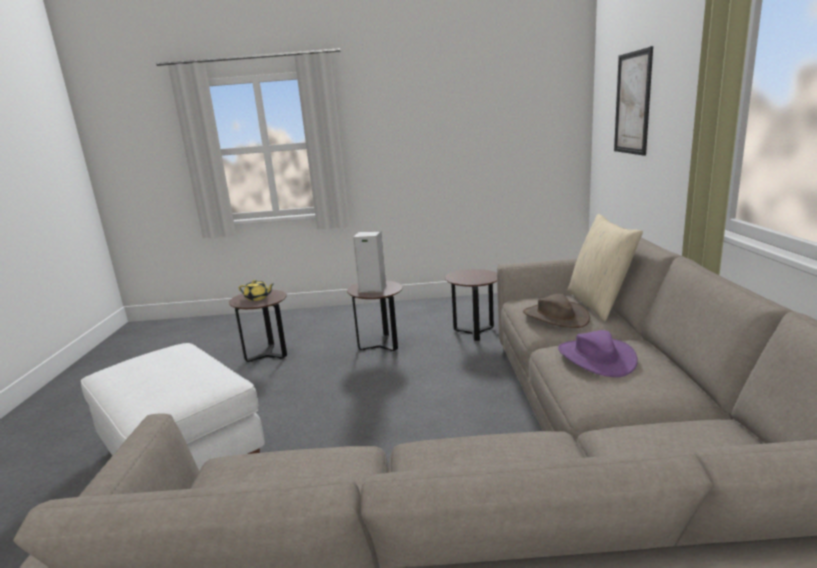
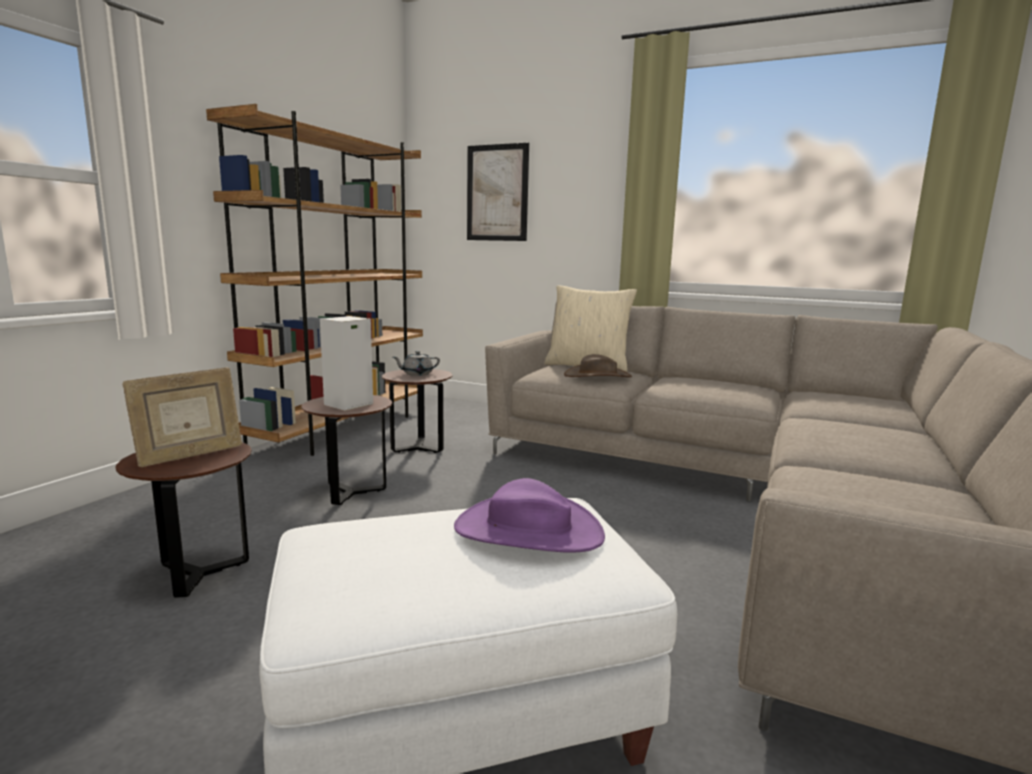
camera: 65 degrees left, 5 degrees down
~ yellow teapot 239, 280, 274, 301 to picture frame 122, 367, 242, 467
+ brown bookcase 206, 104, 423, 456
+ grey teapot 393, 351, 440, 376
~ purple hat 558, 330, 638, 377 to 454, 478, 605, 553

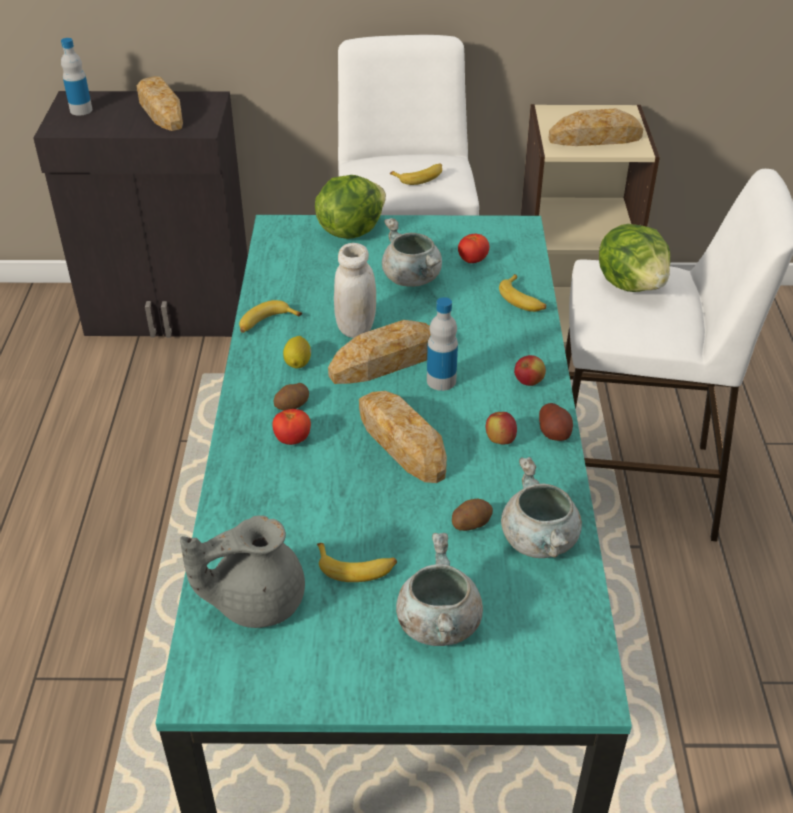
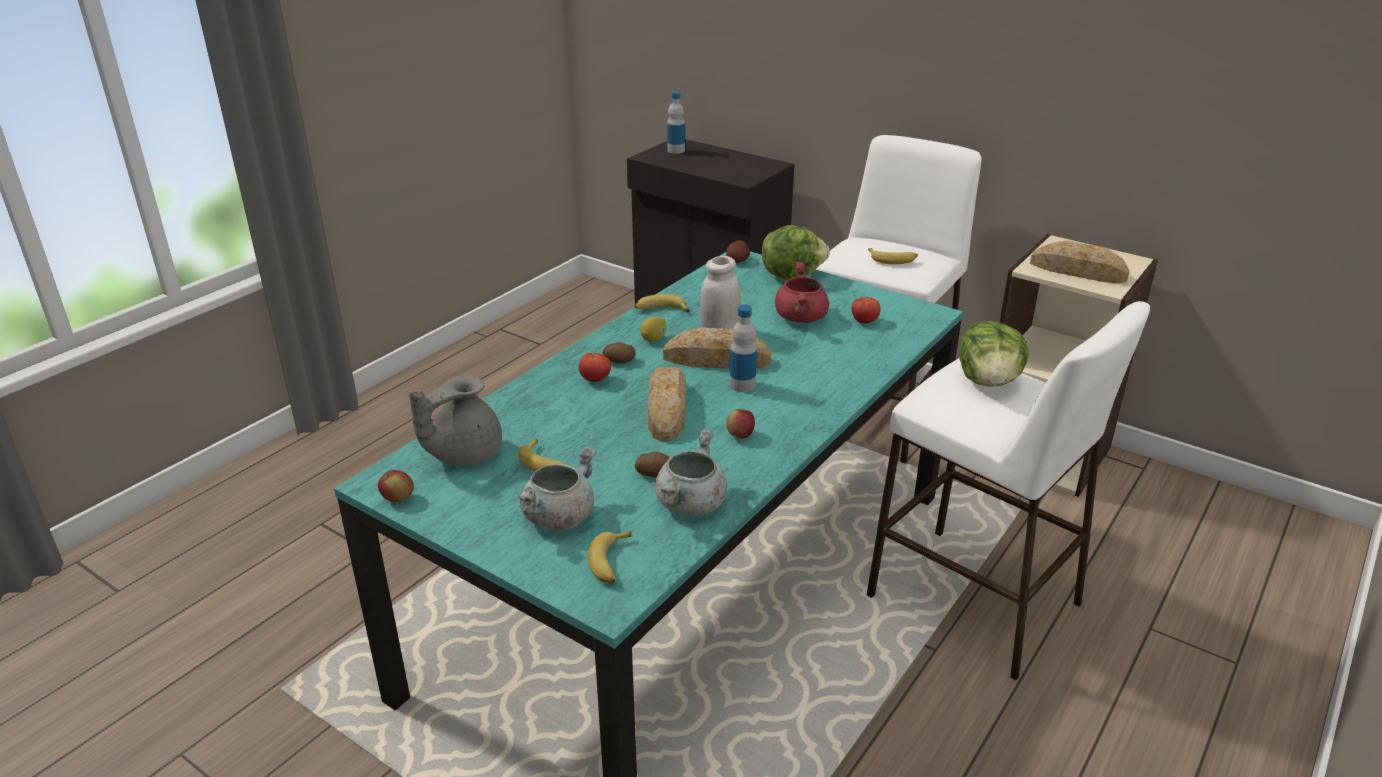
camera: 35 degrees right, 10 degrees down
~ apple 514, 355, 546, 386 to 378, 470, 413, 502
~ grey teapot 180, 515, 305, 628 = 409, 376, 502, 466 60 degrees counterclockwise
~ banana 499, 274, 546, 312 to 588, 531, 631, 584
~ potato 539, 403, 573, 441 to 726, 240, 750, 263
~ grey cooking pot 382, 218, 442, 287 to red cooking pot 775, 262, 829, 323
- bread 137, 76, 183, 131

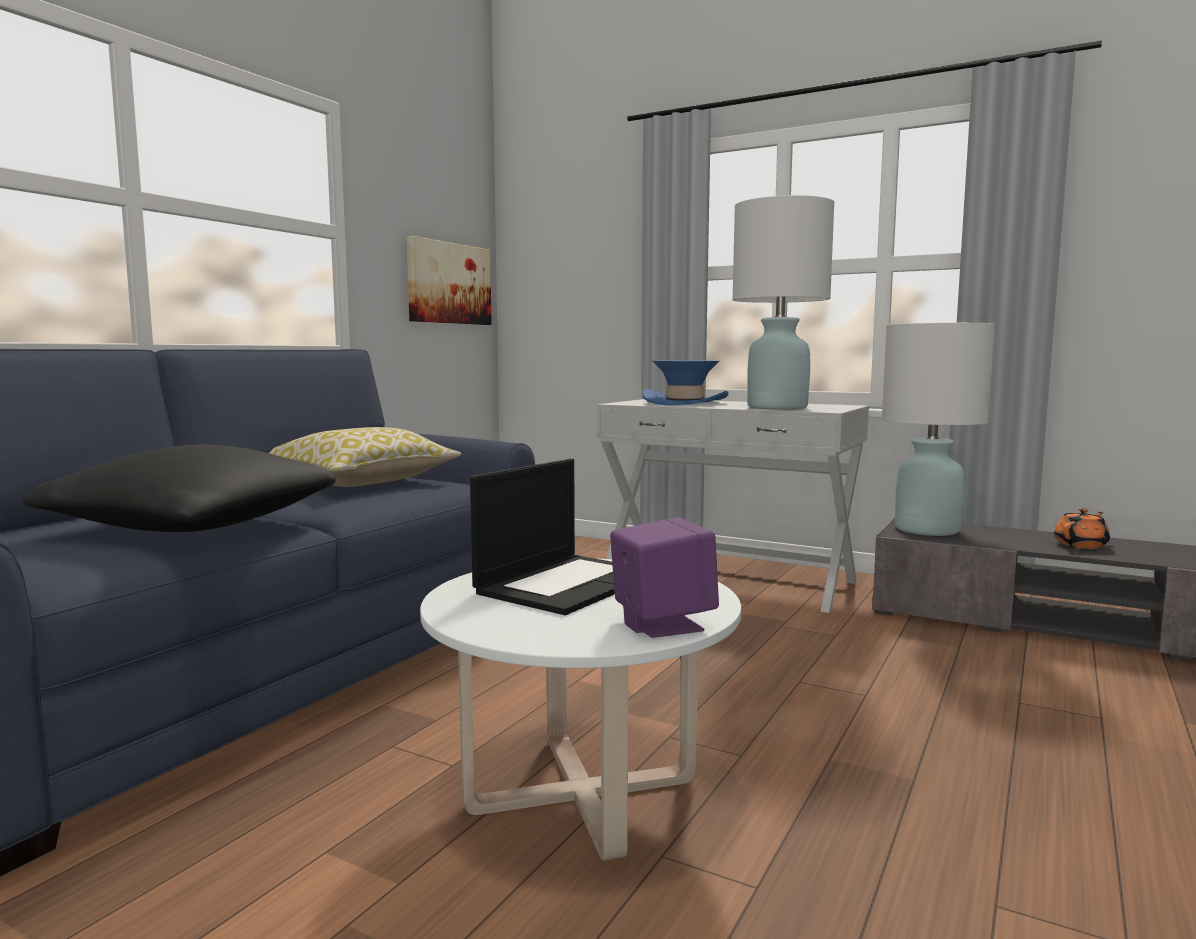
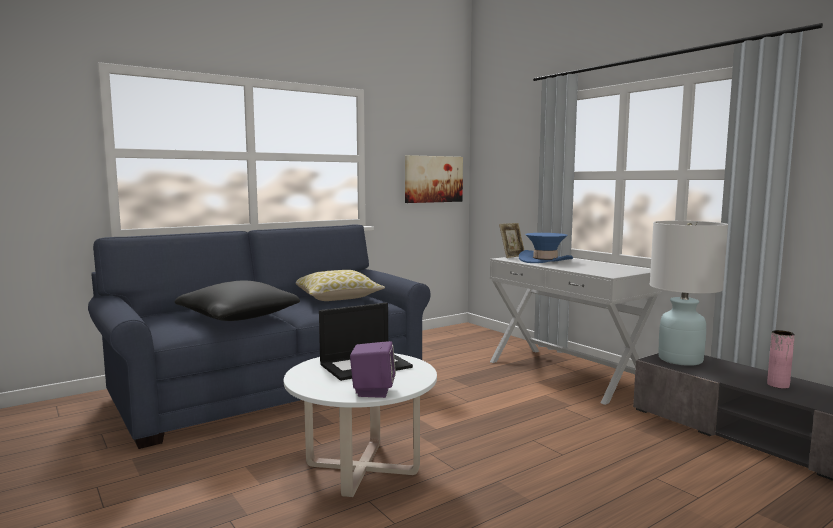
camera: 25 degrees right, 0 degrees up
+ picture frame 499, 223, 524, 258
~ orange teapot 1054, 508, 1110, 549 to pink vase 767, 330, 795, 389
- white table lamp 732, 195, 835, 410

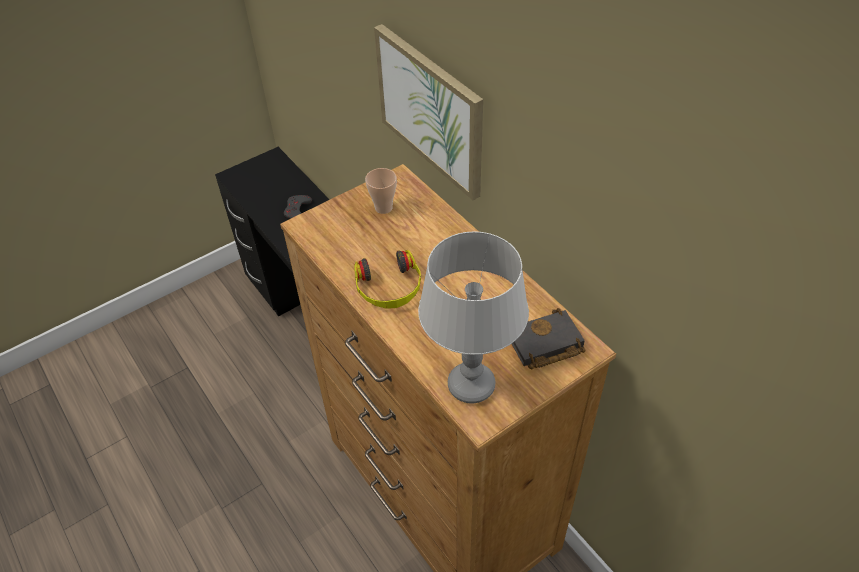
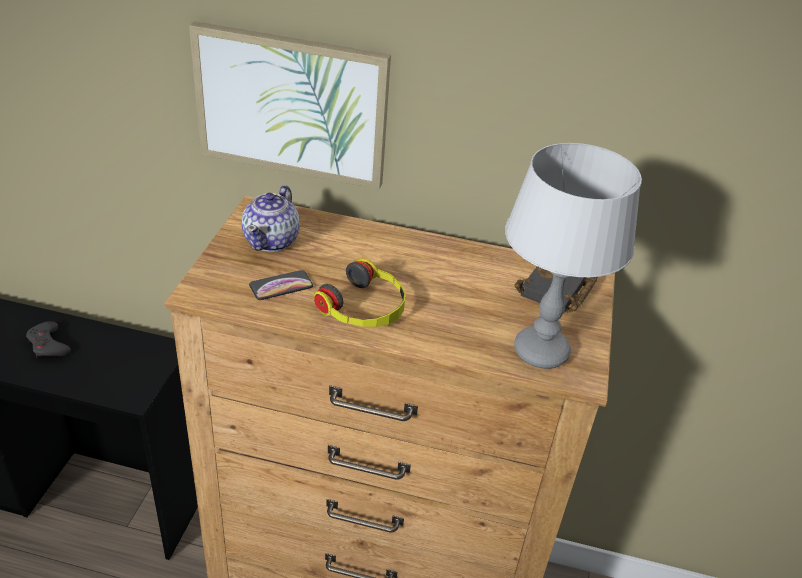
camera: 45 degrees left, 10 degrees down
~ cup 365, 168, 397, 214 to teapot 242, 185, 300, 252
+ phone 249, 270, 313, 300

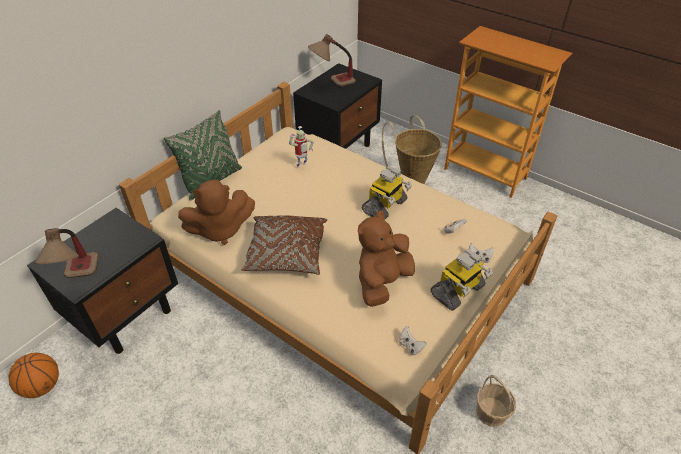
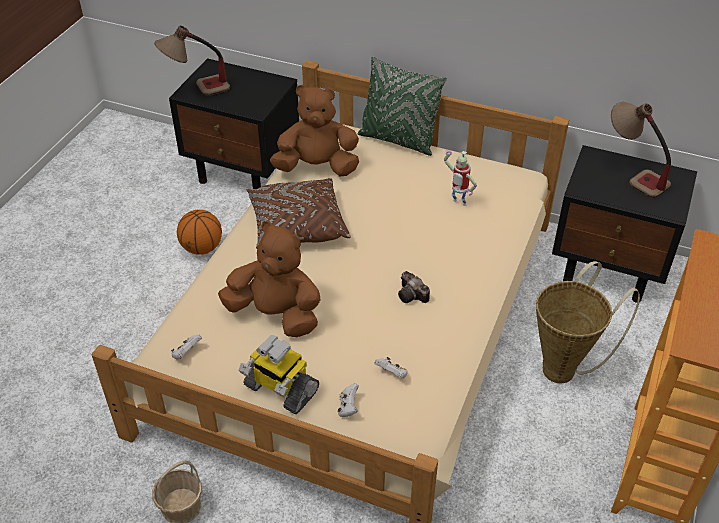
camera: 75 degrees right, 0 degrees up
~ basketball 8, 353, 59, 398 to 177, 210, 222, 255
~ brown plush toy 178, 180, 255, 245 = 270, 85, 359, 177 120 degrees clockwise
~ toy robot 362, 166, 412, 220 to photo camera 398, 271, 430, 303

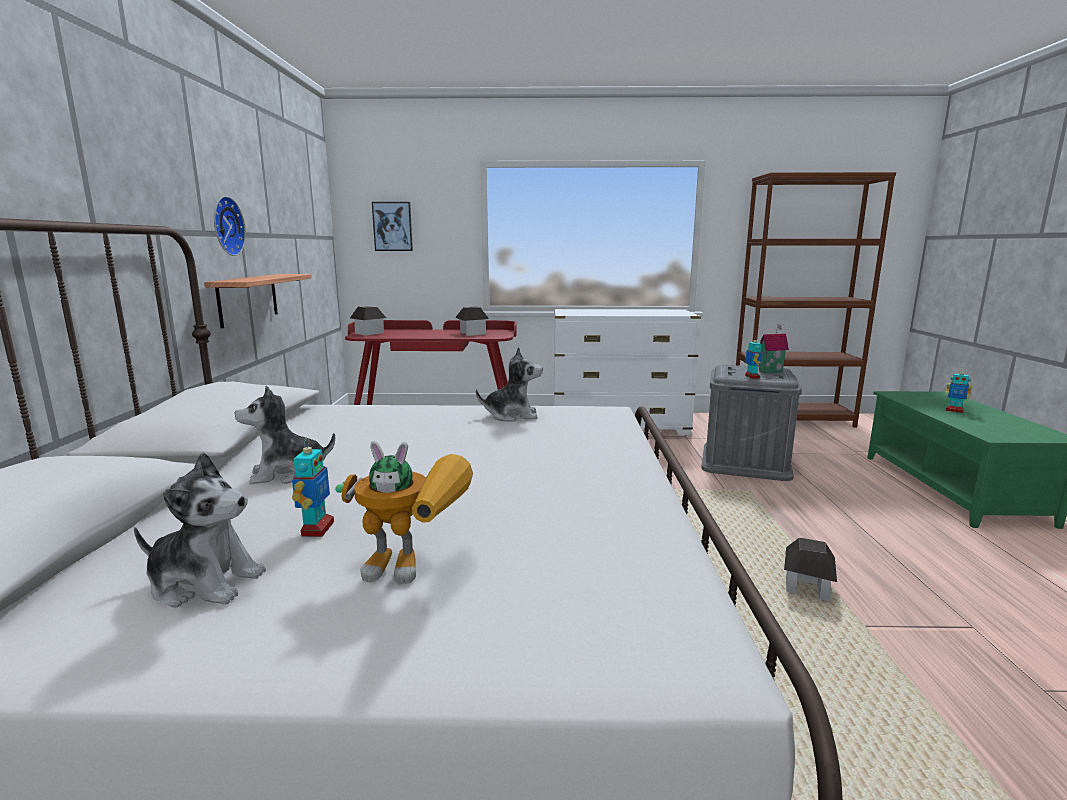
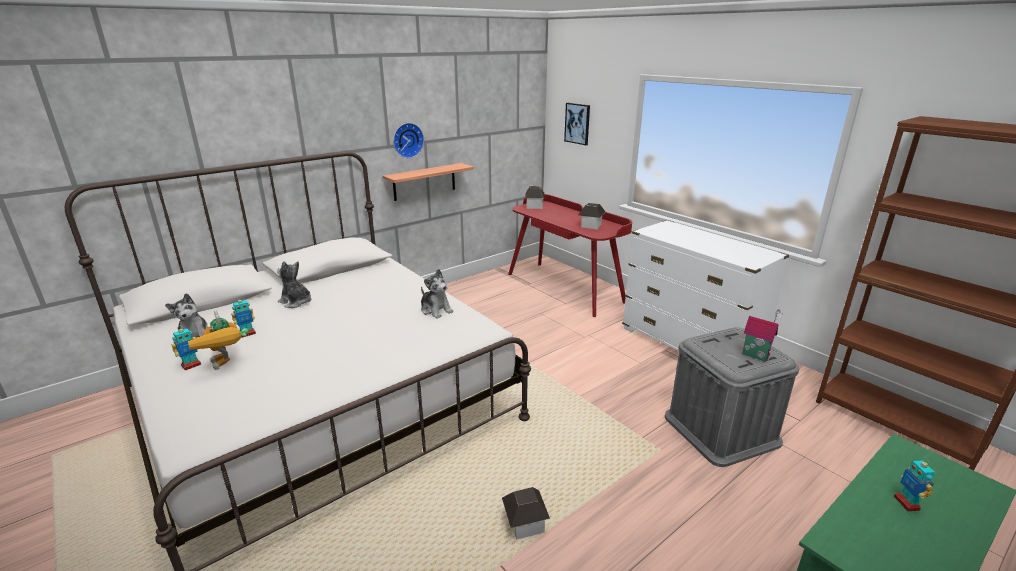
camera: 50 degrees right, 10 degrees up
~ toy robot 745, 337, 762, 379 to 172, 325, 201, 371

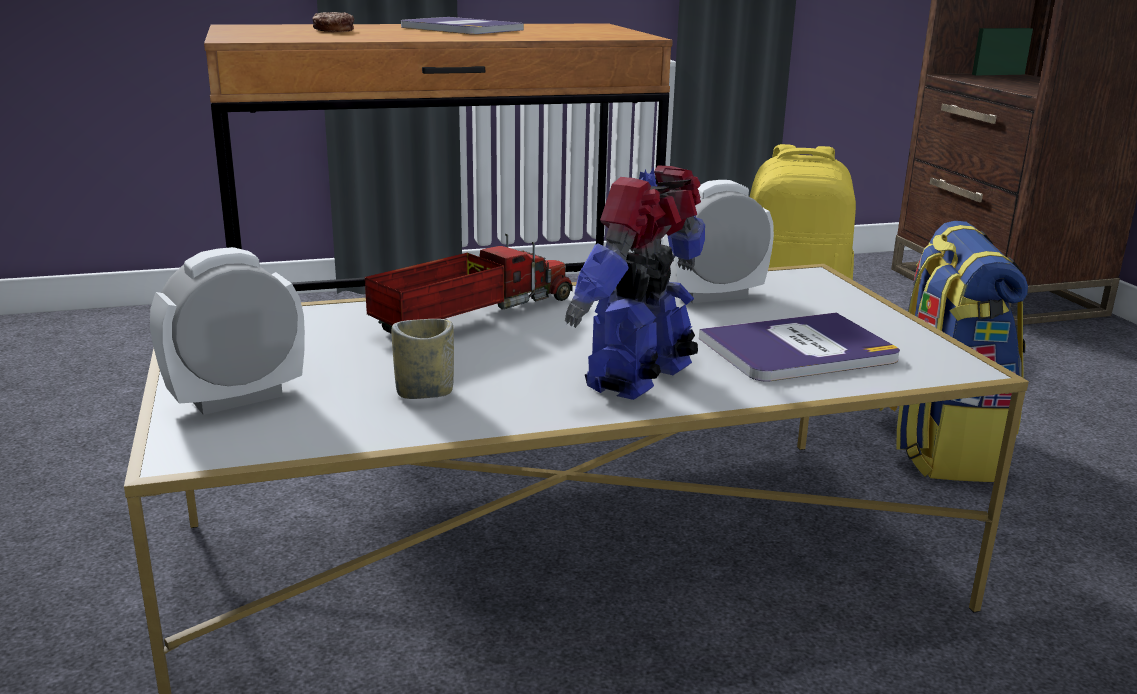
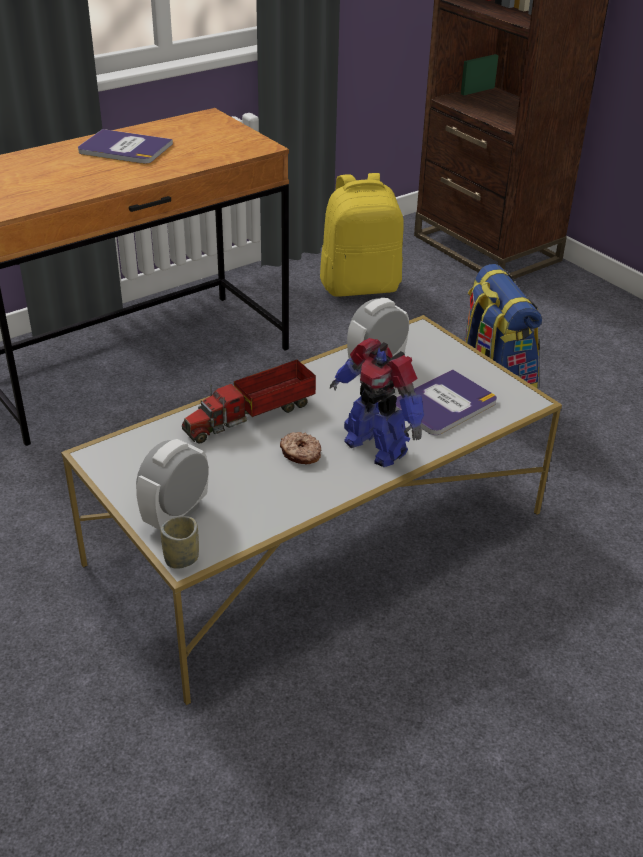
camera: 20 degrees left, 15 degrees up
~ cup 392, 319, 454, 399 to 160, 516, 199, 569
~ toy truck 365, 233, 572, 334 = 182, 360, 316, 444 150 degrees counterclockwise
~ donut 312, 12, 354, 32 to 280, 432, 321, 465
~ toy robot 565, 165, 705, 400 = 330, 338, 424, 467 60 degrees counterclockwise

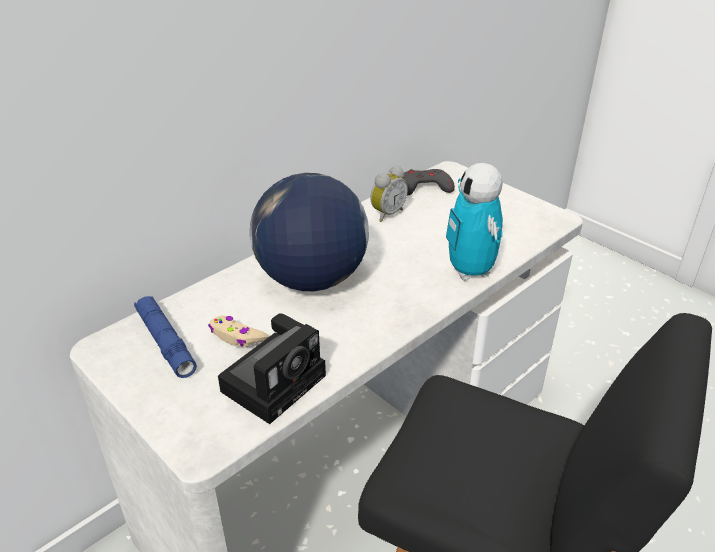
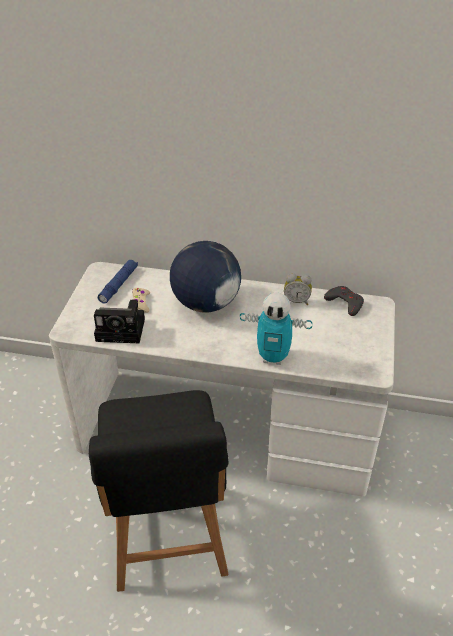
camera: 55 degrees right, 5 degrees up
~ toy robot 446, 163, 503, 281 = 240, 292, 312, 365 120 degrees counterclockwise

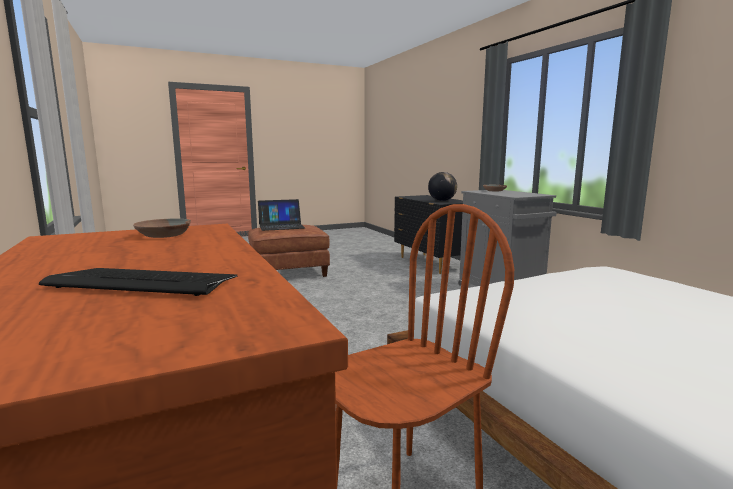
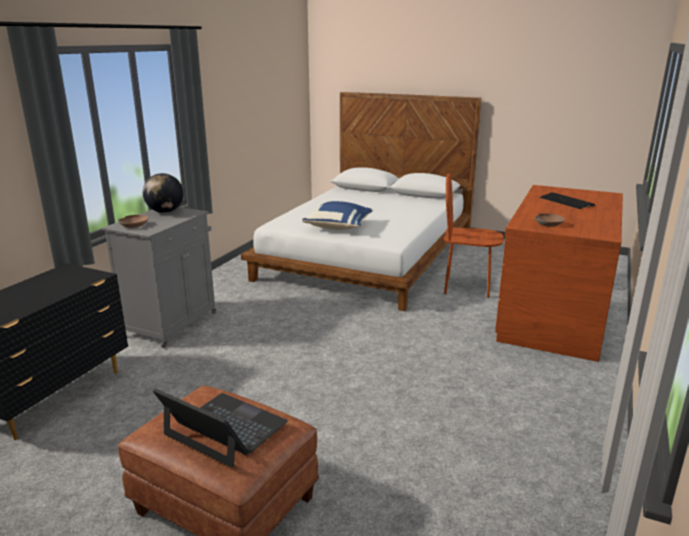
camera: 130 degrees left, 10 degrees up
~ globe 428, 172, 457, 201 to 143, 173, 183, 213
+ blue pillow 302, 201, 374, 230

